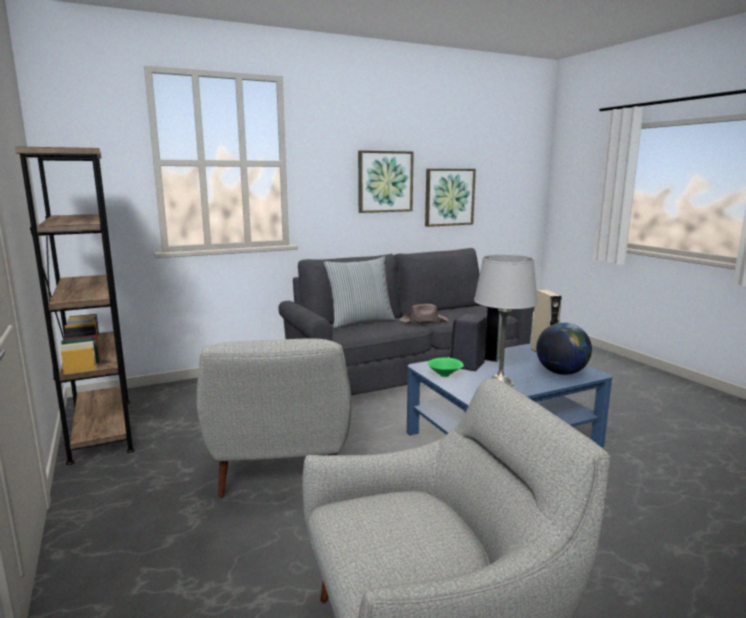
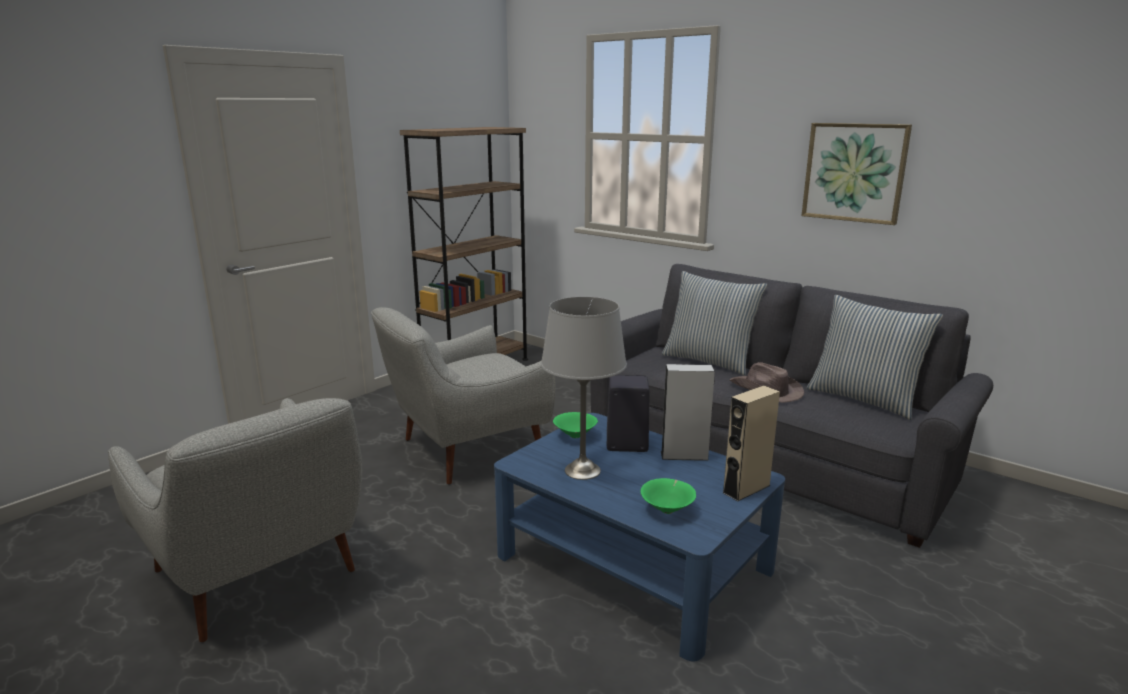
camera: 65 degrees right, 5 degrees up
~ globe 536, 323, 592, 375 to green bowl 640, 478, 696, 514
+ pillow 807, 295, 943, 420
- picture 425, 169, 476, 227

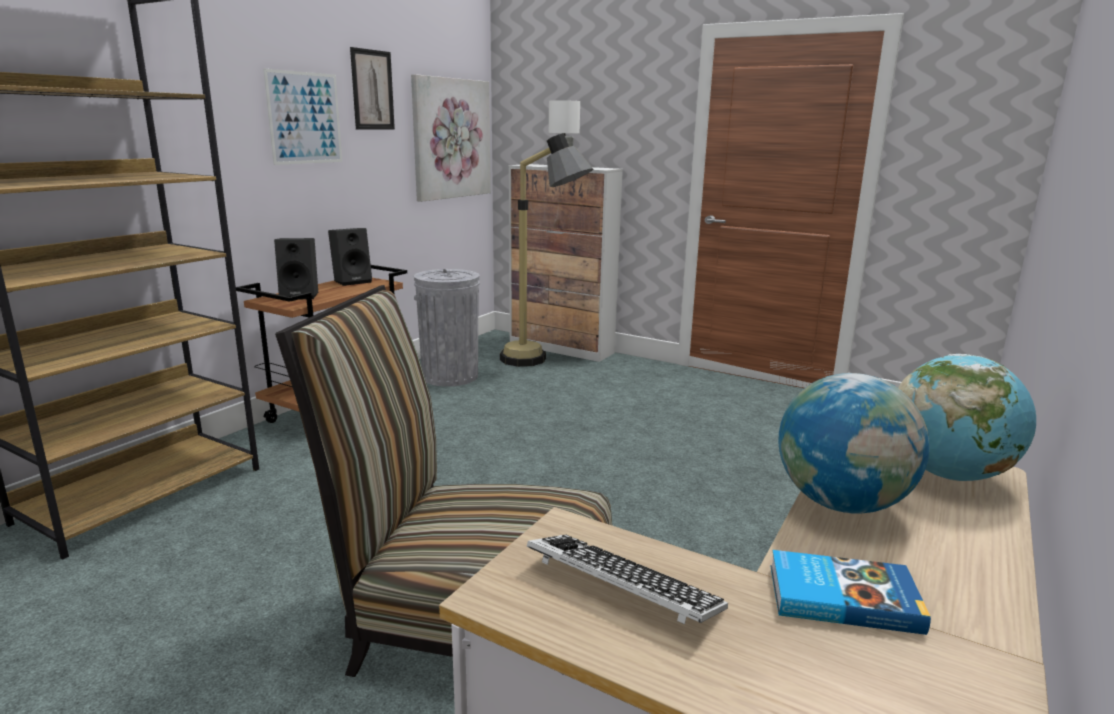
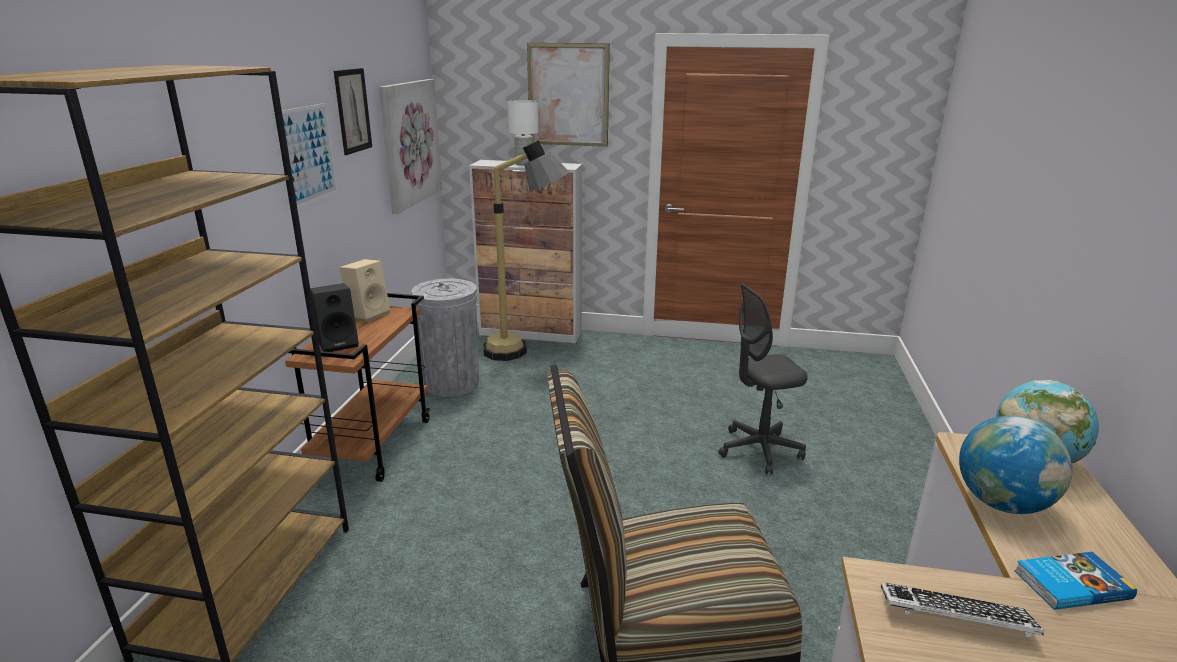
camera: 20 degrees left, 5 degrees up
~ black speaker 328, 228, 372, 286 to beige speaker 339, 259, 390, 322
+ picture 527, 43, 610, 147
+ grey office chair 719, 283, 808, 475

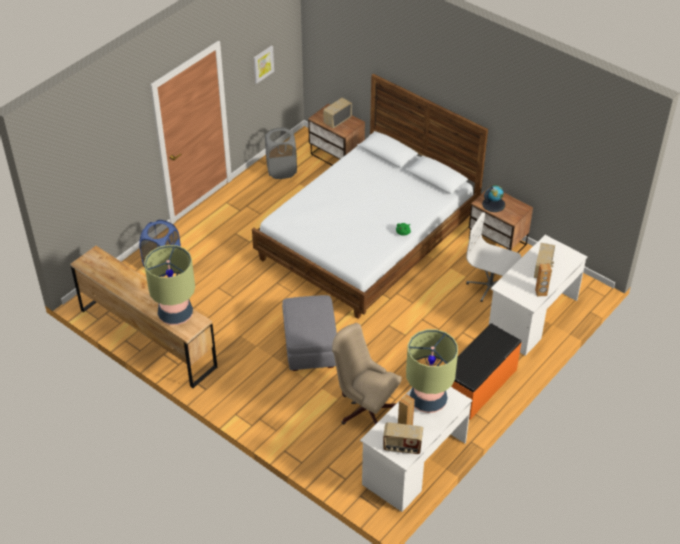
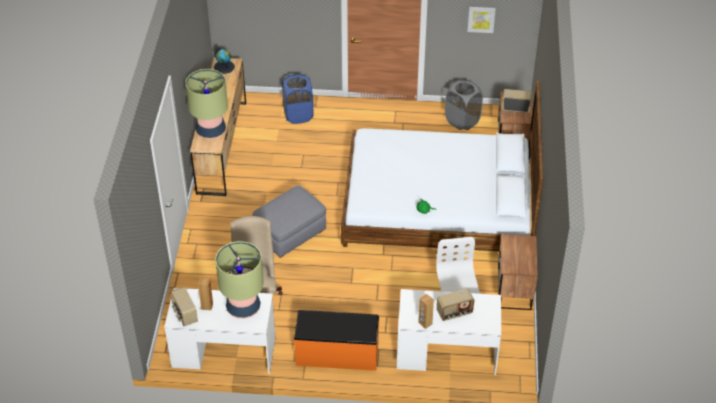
camera: 55 degrees right, 0 degrees up
~ globe 482, 185, 505, 212 to 214, 47, 235, 74

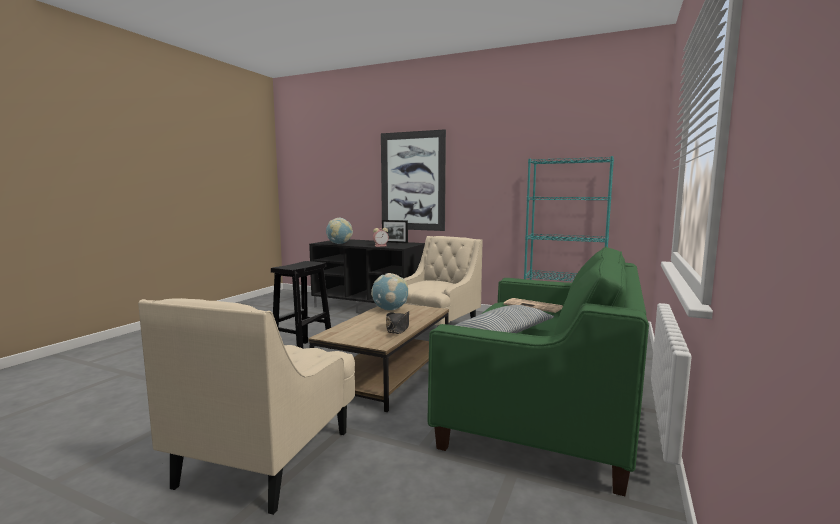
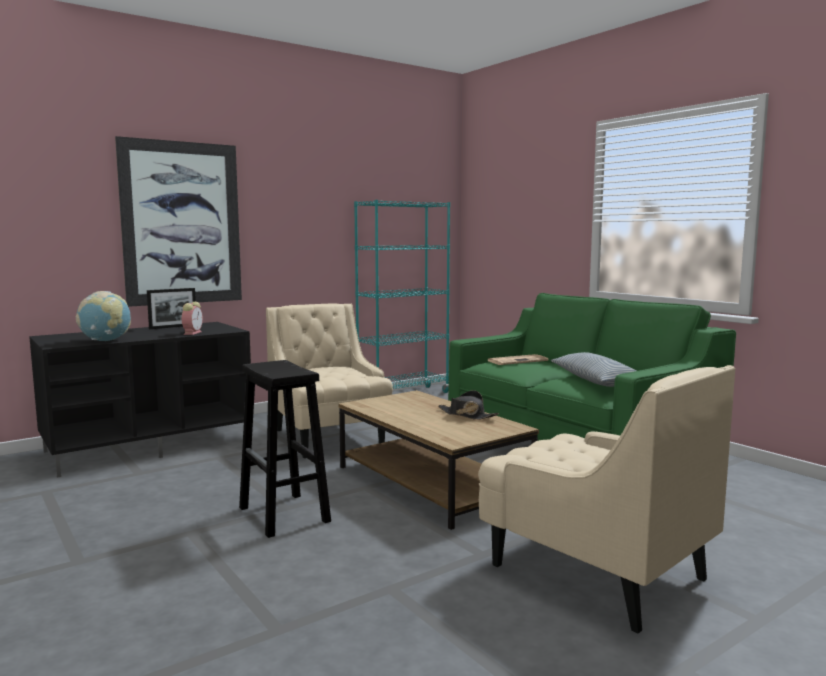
camera: 60 degrees left, 0 degrees up
- globe 371, 273, 408, 310

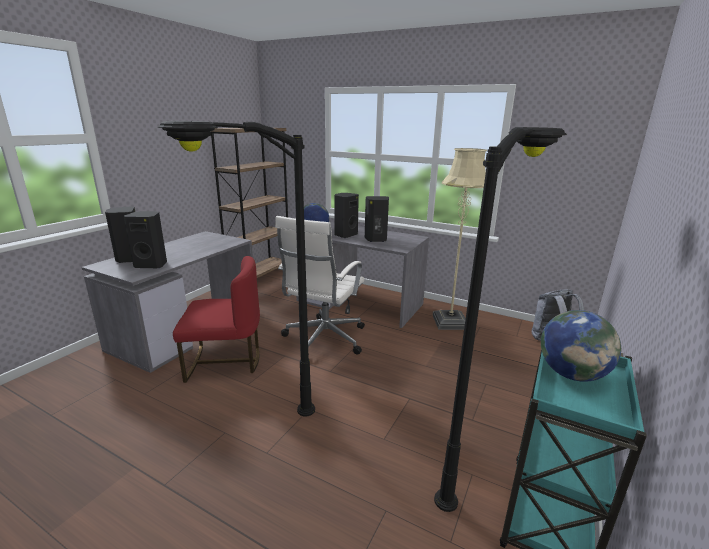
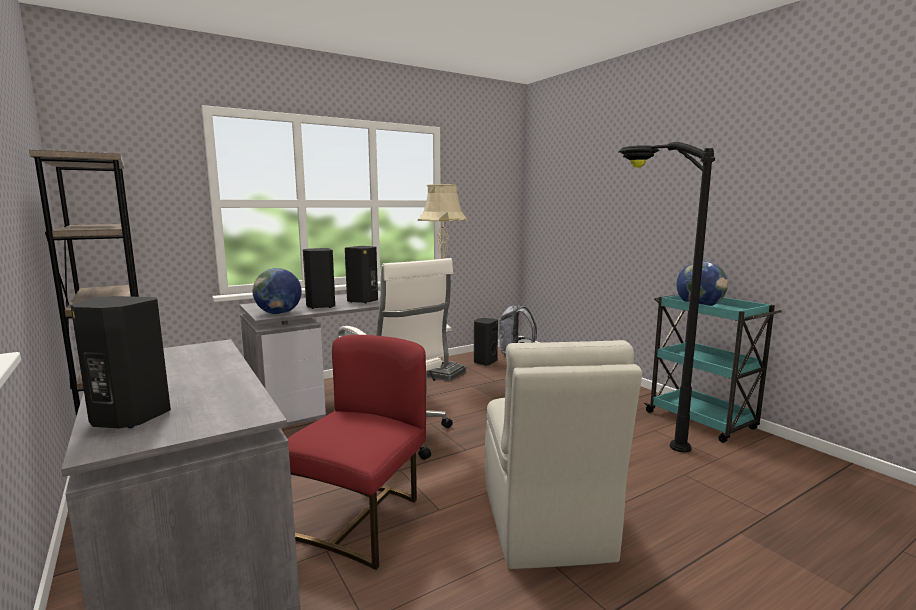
camera: 60 degrees left, 10 degrees down
~ black speaker 124, 211, 167, 268 to 474, 318, 498, 366
~ black floor lamp 158, 121, 315, 416 to beige chair 485, 340, 642, 569

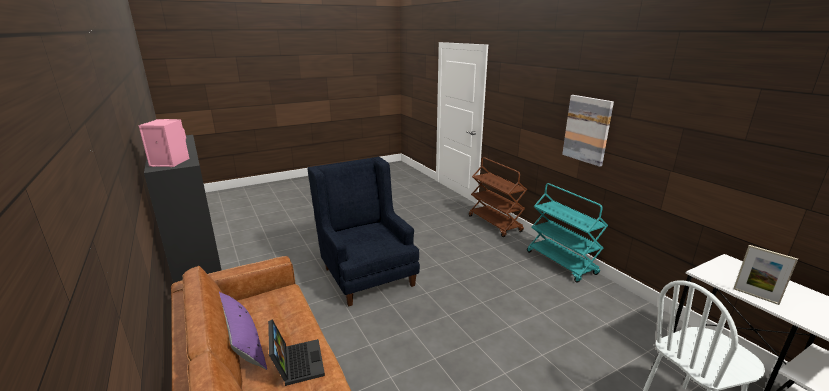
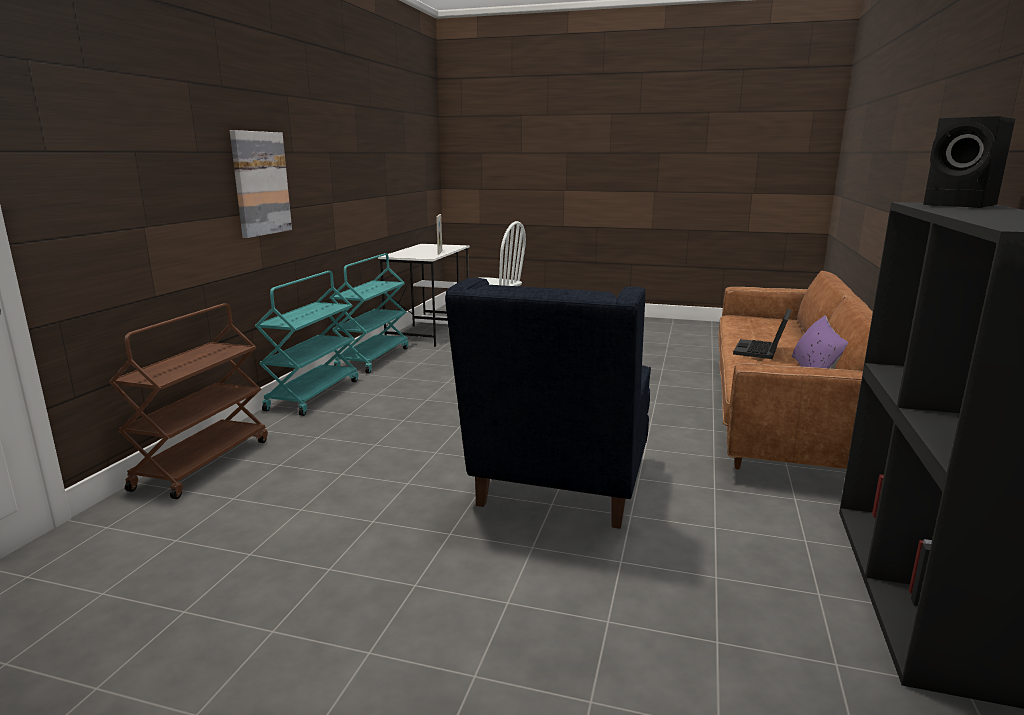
camera: 135 degrees left, 5 degrees down
+ turquoise cart 329, 253, 409, 374
~ pink speaker 138, 119, 189, 167 to black speaker 923, 116, 1015, 208

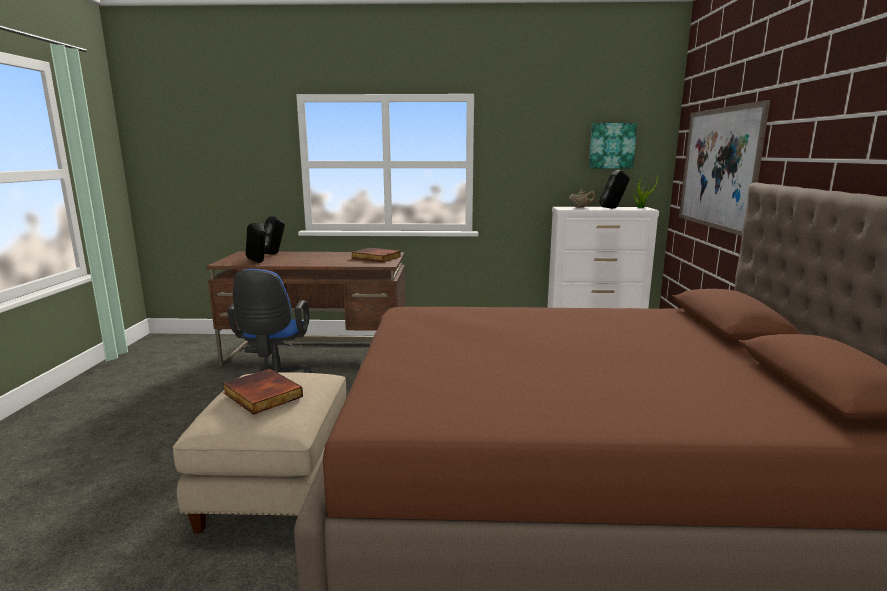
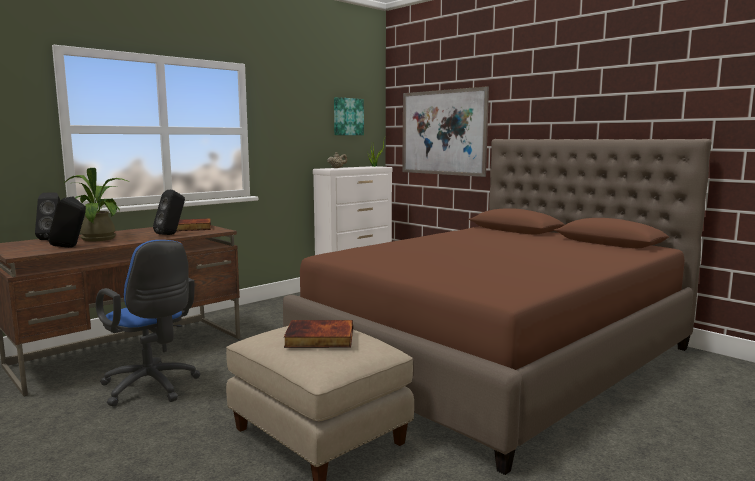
camera: 45 degrees left, 5 degrees down
+ potted plant 63, 168, 129, 241
~ black speaker 600, 170, 630, 209 to 153, 190, 185, 235

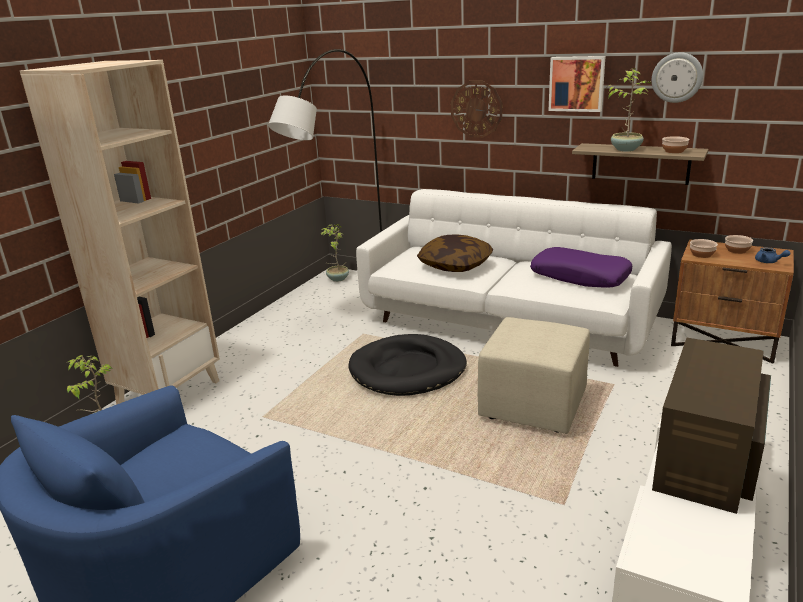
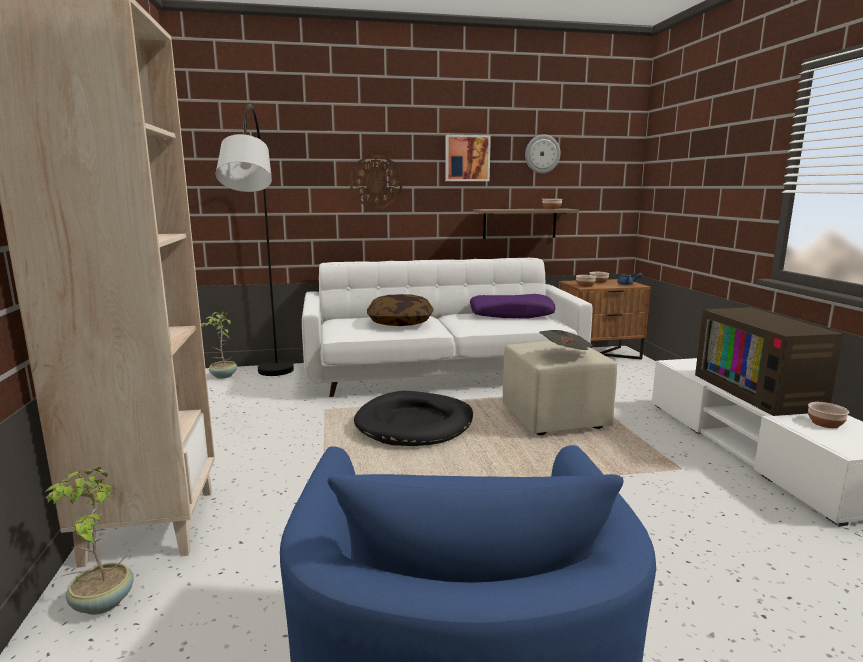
camera: 40 degrees left, 10 degrees down
+ newspaper 539, 330, 593, 350
+ bowl 808, 402, 849, 428
- potted plant 608, 68, 651, 152

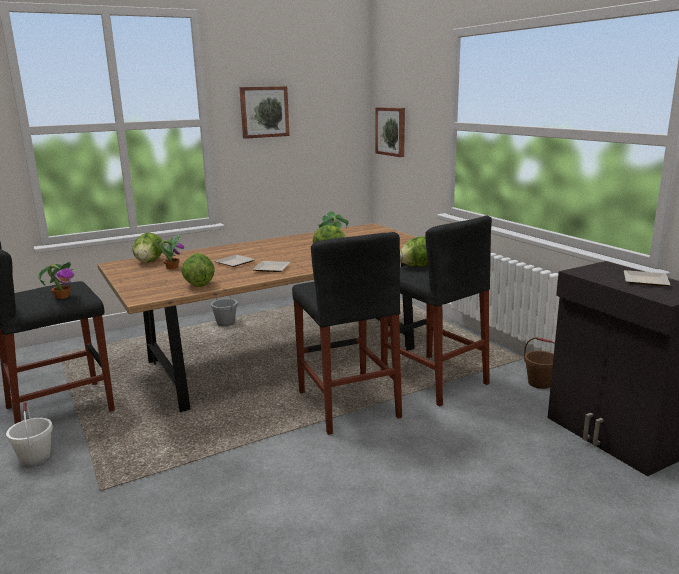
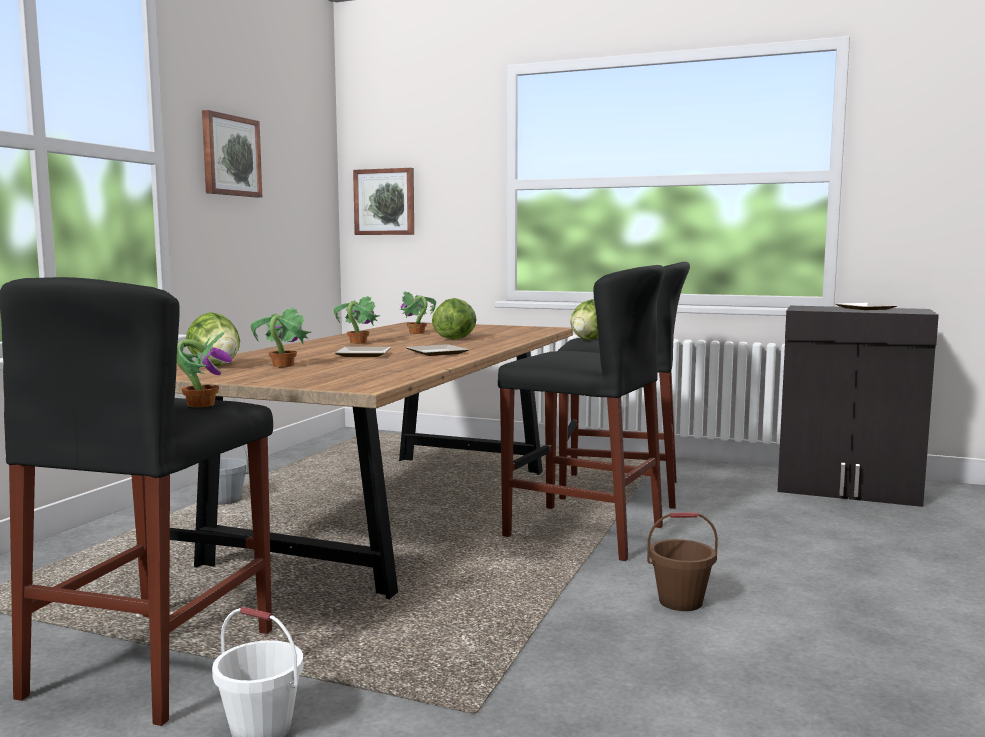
camera: 40 degrees left, 10 degrees down
+ potted plant 334, 296, 380, 344
~ brown bucket 524, 337, 555, 389 to 647, 512, 718, 611
- lettuce 181, 253, 215, 287

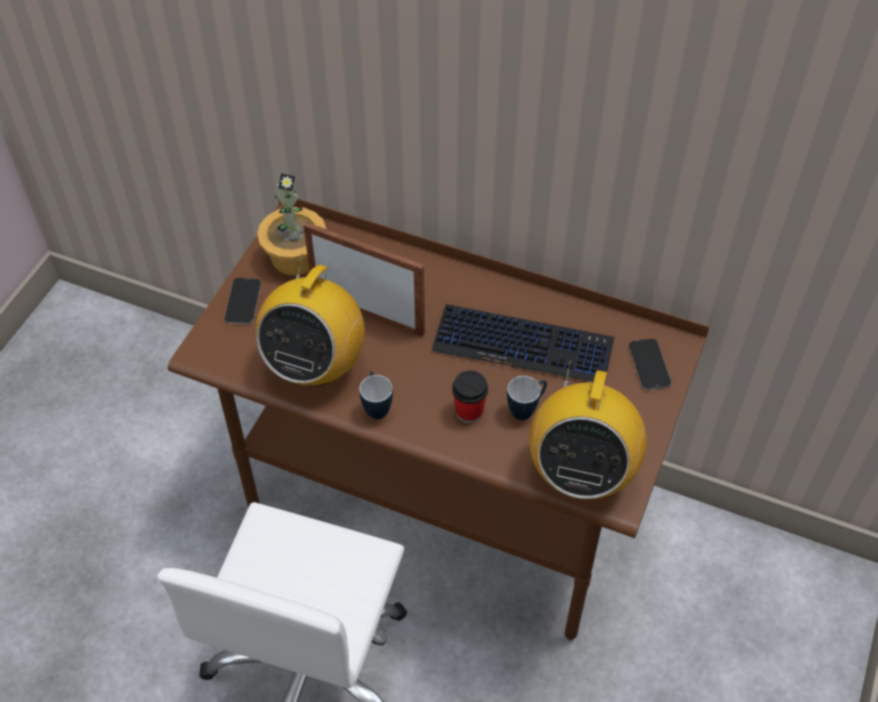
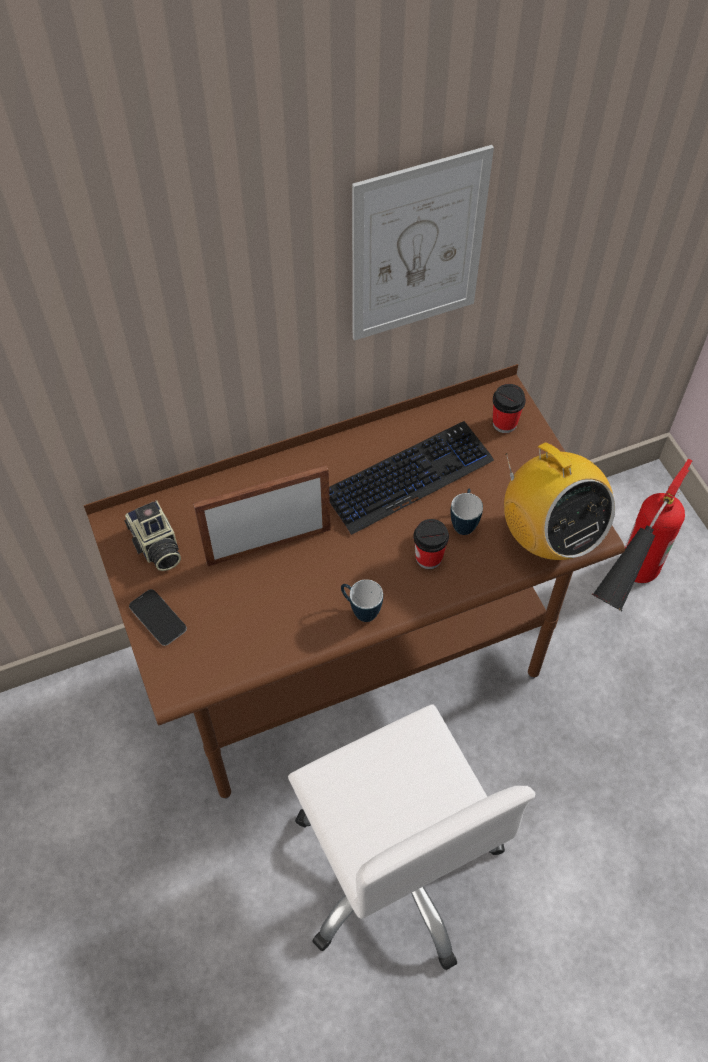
camera: 45 degrees left, 5 degrees up
~ potted plant 257, 173, 326, 275 to photo camera 124, 500, 181, 571
+ picture 352, 145, 494, 341
~ phone 629, 339, 671, 390 to cup 493, 384, 526, 433
+ fire extinguisher 592, 459, 692, 611
- radio 255, 254, 365, 387

